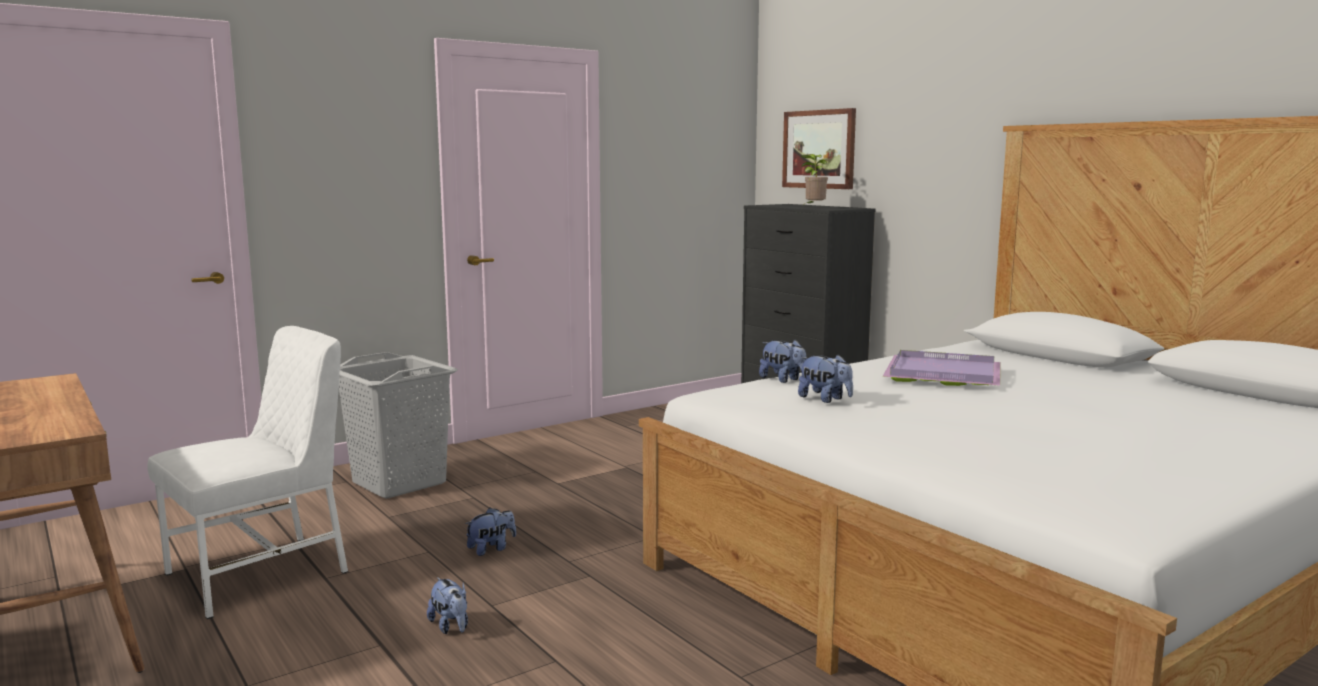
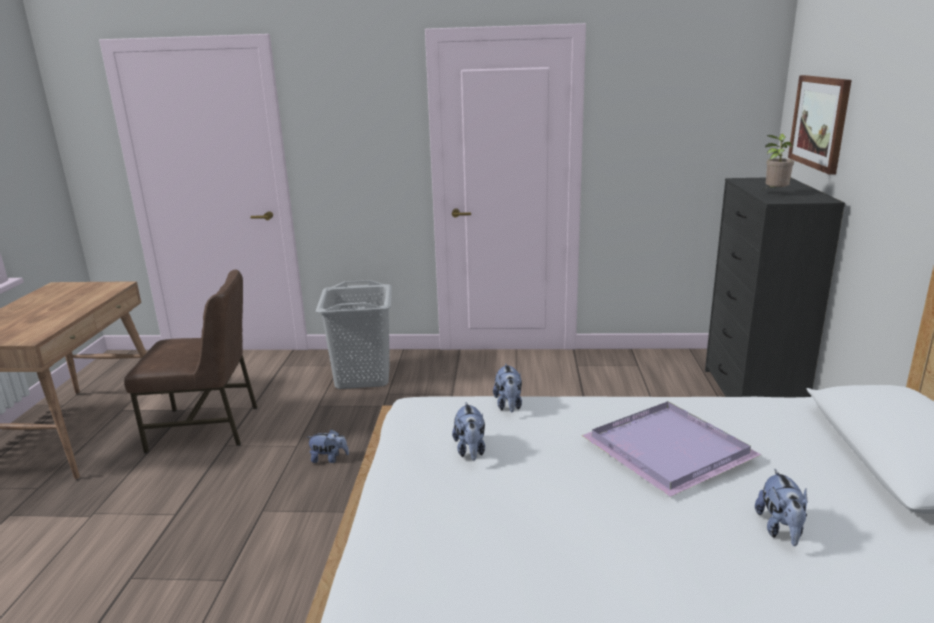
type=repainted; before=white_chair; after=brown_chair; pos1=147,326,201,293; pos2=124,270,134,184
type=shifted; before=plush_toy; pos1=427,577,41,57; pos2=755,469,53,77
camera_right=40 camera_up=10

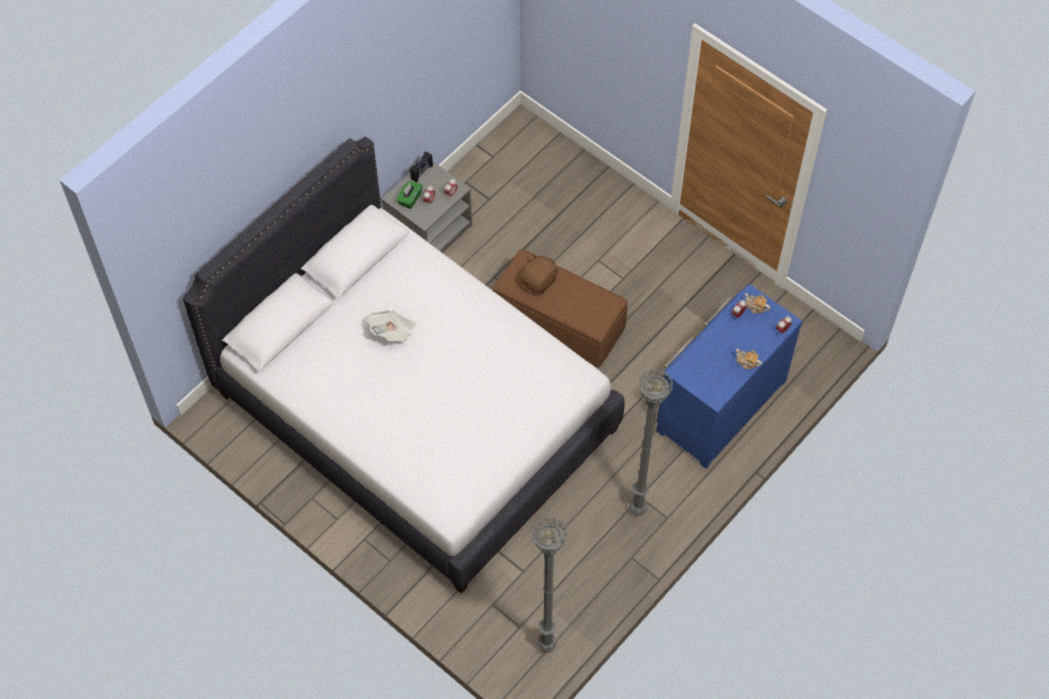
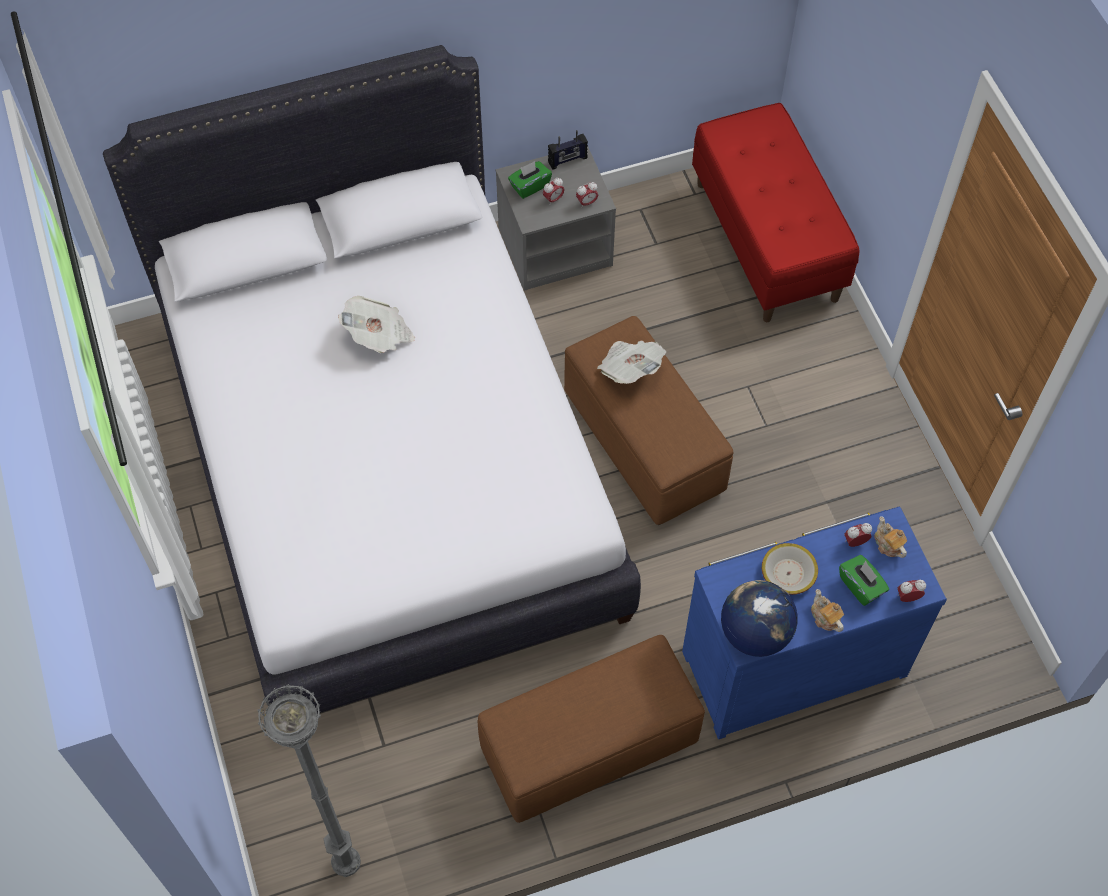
type=swapped; before=grey_floor_lamp; after=brown_ottoman; pos1=629,369,44,147; pos2=478,635,227,188
type=swapped; before=brown_plush_toy; after=newspaper; pos1=520,254,39,40; pos2=597,341,69,43
type=new; after=red_bench; pos2=692,103,167,219
type=new; after=globe; pos2=721,580,77,77
type=new; after=bowl; pos2=762,543,56,52
type=new; after=green_tissue_box; pos2=839,555,50,51
camera_right=30 camera_up=0

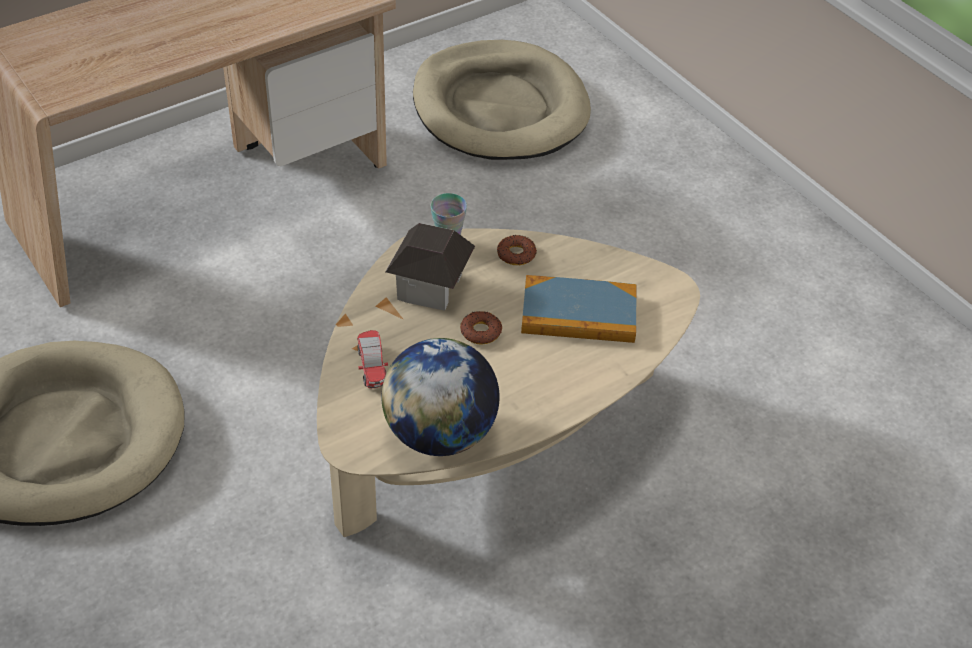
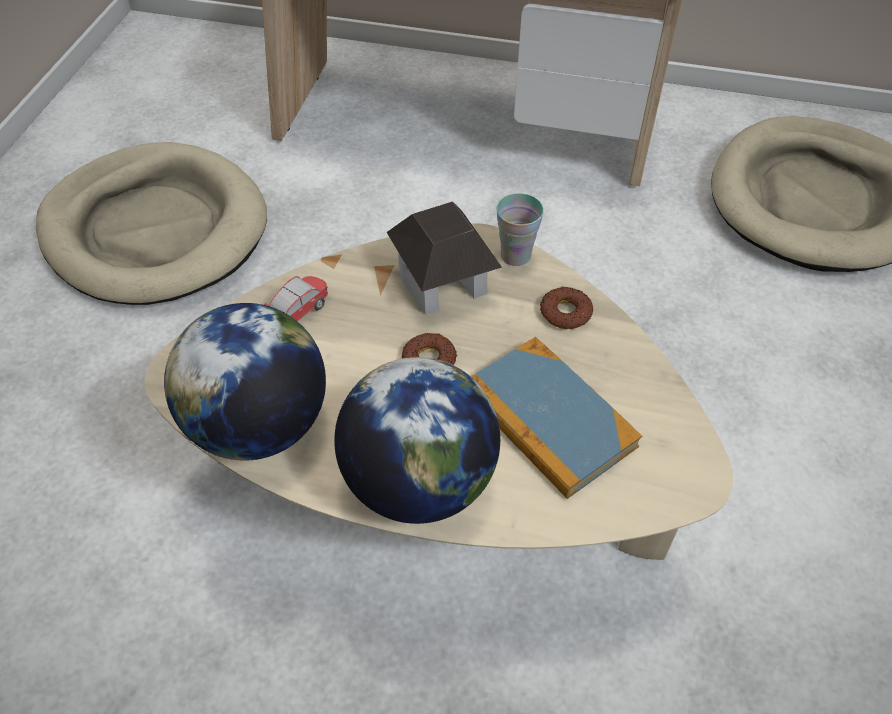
type=new; after=globe; pos2=334,357,166,167
camera_right=50 camera_up=5

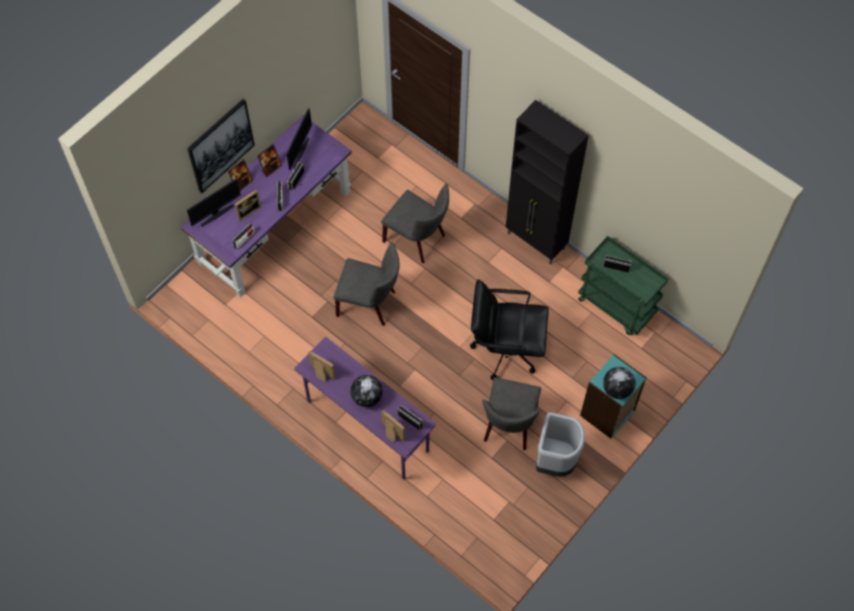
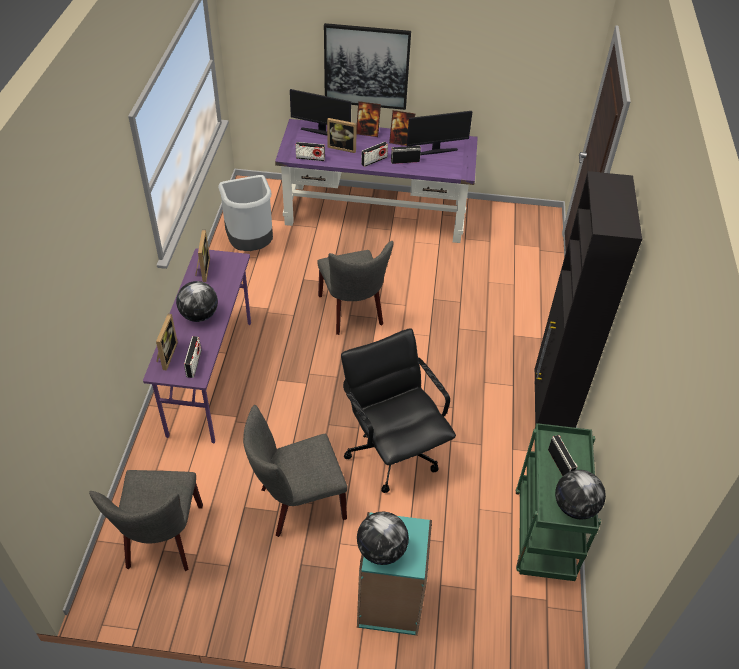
type=shifted; before=grey_chair; pos1=381,183,68,80; pos2=89,470,114,101
type=shifted; before=grey_trash_can; pos1=536,412,49,65; pos2=218,175,55,76
type=new; after=globe; pos2=555,470,51,49
camera_right=55 camera_up=-15

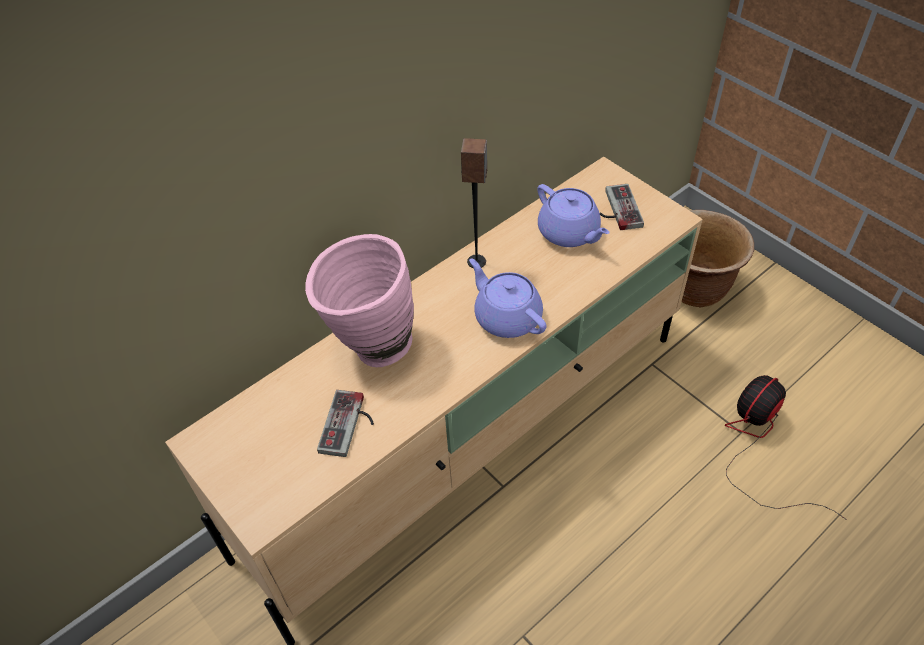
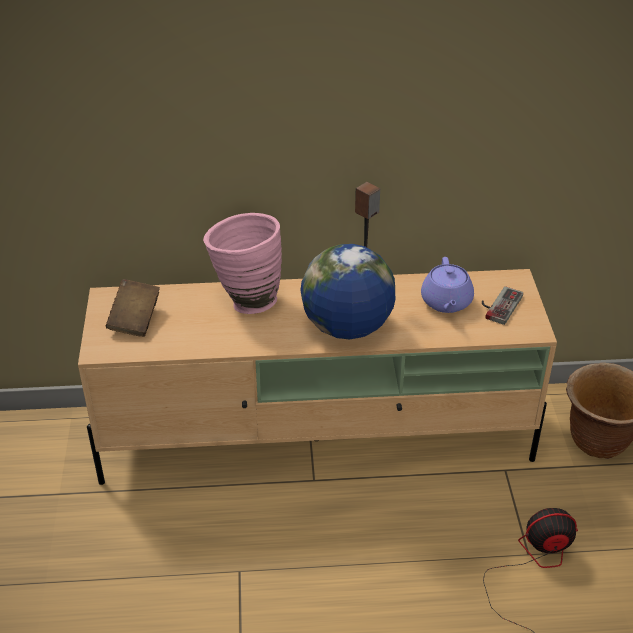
type=new; after=brown_book; pos2=106,279,54,58
type=swapped; before=purple_teapot; after=globe; pos1=469,258,77,80; pos2=300,244,95,95
type=gone; before=game_controller; pos1=317,390,57,67
camera_right=35 camera_up=-10

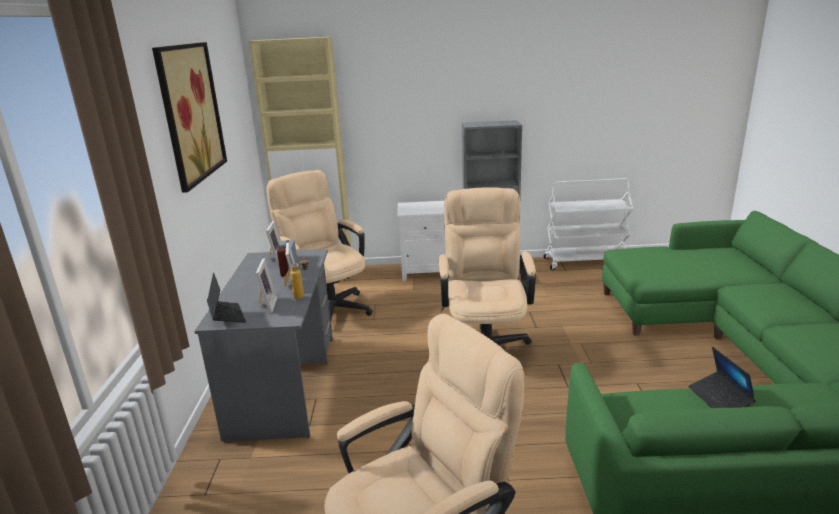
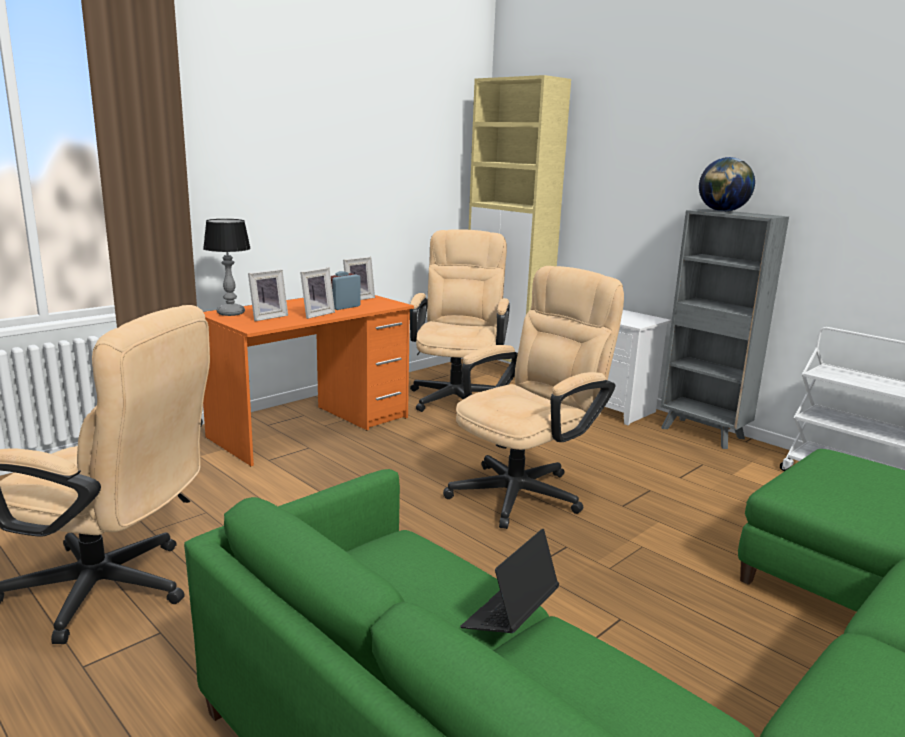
type=swapped; before=laptop; after=table_lamp; pos1=207,272,39,51; pos2=203,219,48,97
type=repainted; before=grey_desk; after=orange_desk; pos1=195,249,138,193; pos2=203,295,211,172
type=new; after=globe; pos2=699,157,56,55
type=gone; before=picture; pos1=152,42,75,151
type=gone; before=bottle; pos1=290,257,19,42
camera_right=45 camera_up=-5

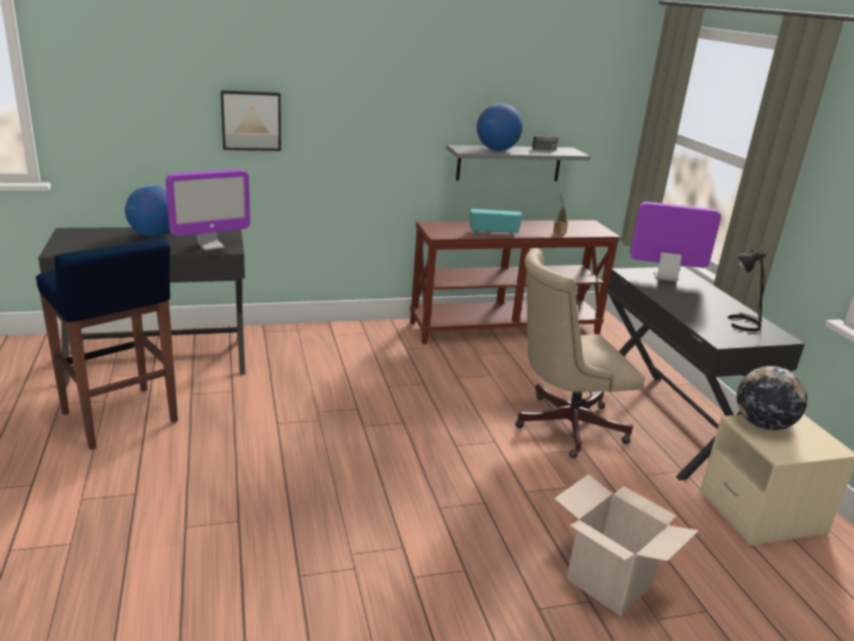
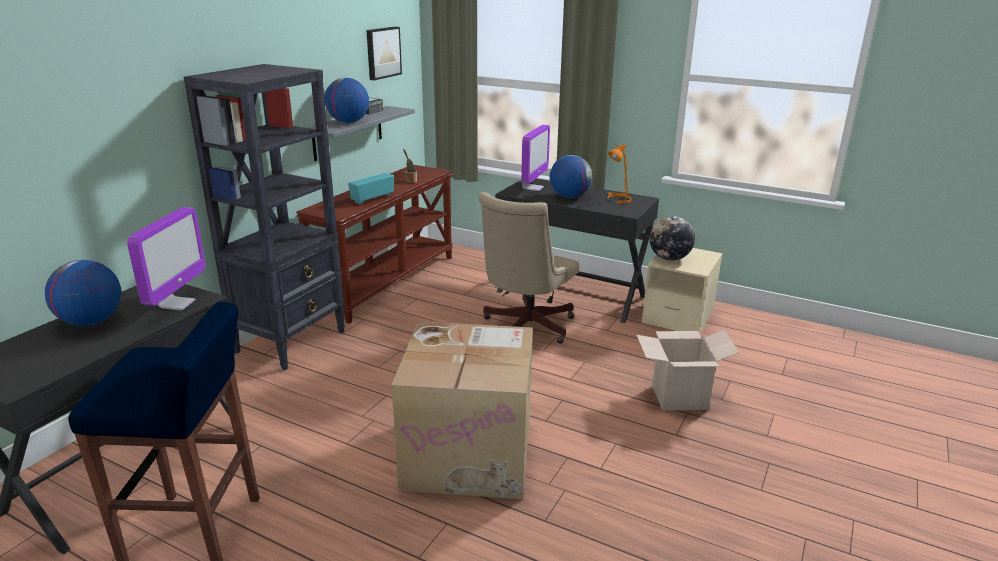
type=new; after=black_bookcase; pos2=184,64,161,306
type=shifted; before=picture; pos1=221,90,60,61; pos2=366,27,36,53
type=new; after=cardboard_box; pos2=391,321,142,178
type=rotated; before=monitor; pos1=630,202,91,80; pos2=521,125,29,66; turn=150
type=new; after=globe; pos2=550,155,42,43
type=repainted; before=black_table_lamp; after=orange_table_lamp; pos1=728,249,38,83; pos2=607,144,24,60
camera_right=-45 camera_up=0

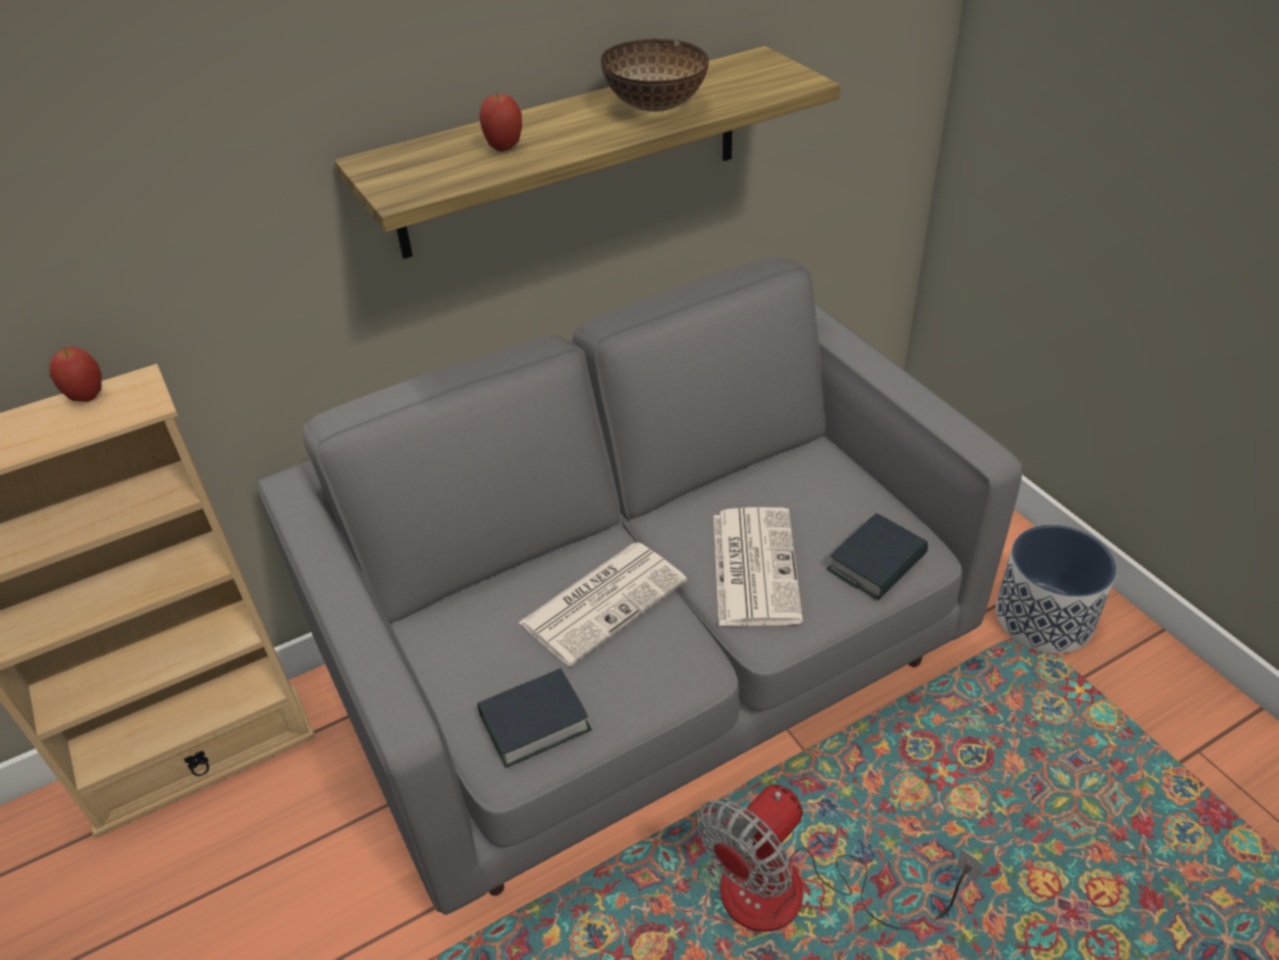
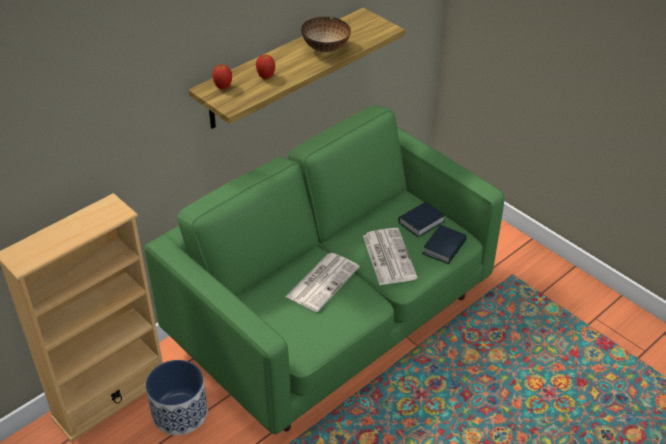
type=repainted; before=grey_sofa; after=green_sofa; pos1=255,258,767,657; pos2=144,105,360,329
type=shifted; before=planter; pos1=996,525,120,128; pos2=146,360,62,75
type=shifted; before=apple; pos1=50,347,52,55; pos2=212,65,20,24
type=shifted; before=book; pos1=477,668,115,99; pos2=398,202,47,35
type=gone; before=fan; pos1=697,784,286,148
camera_right=-15 camera_up=0

